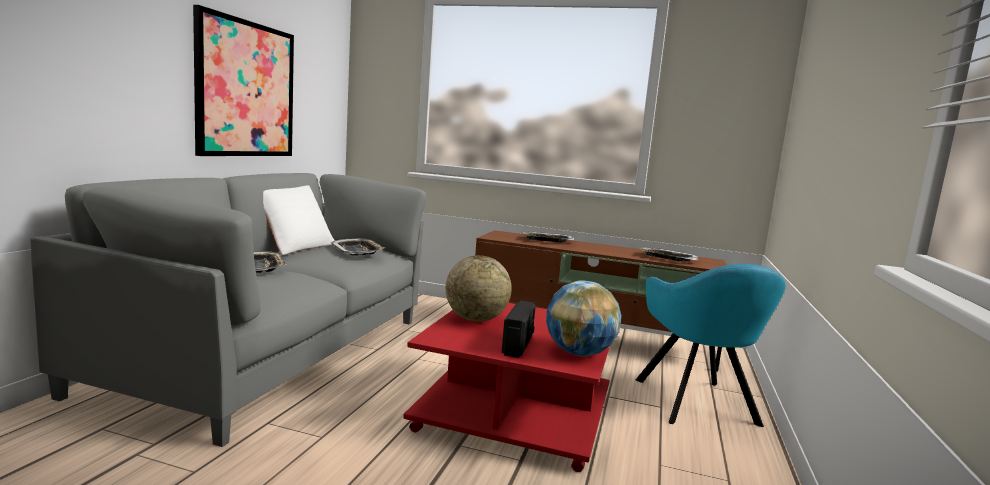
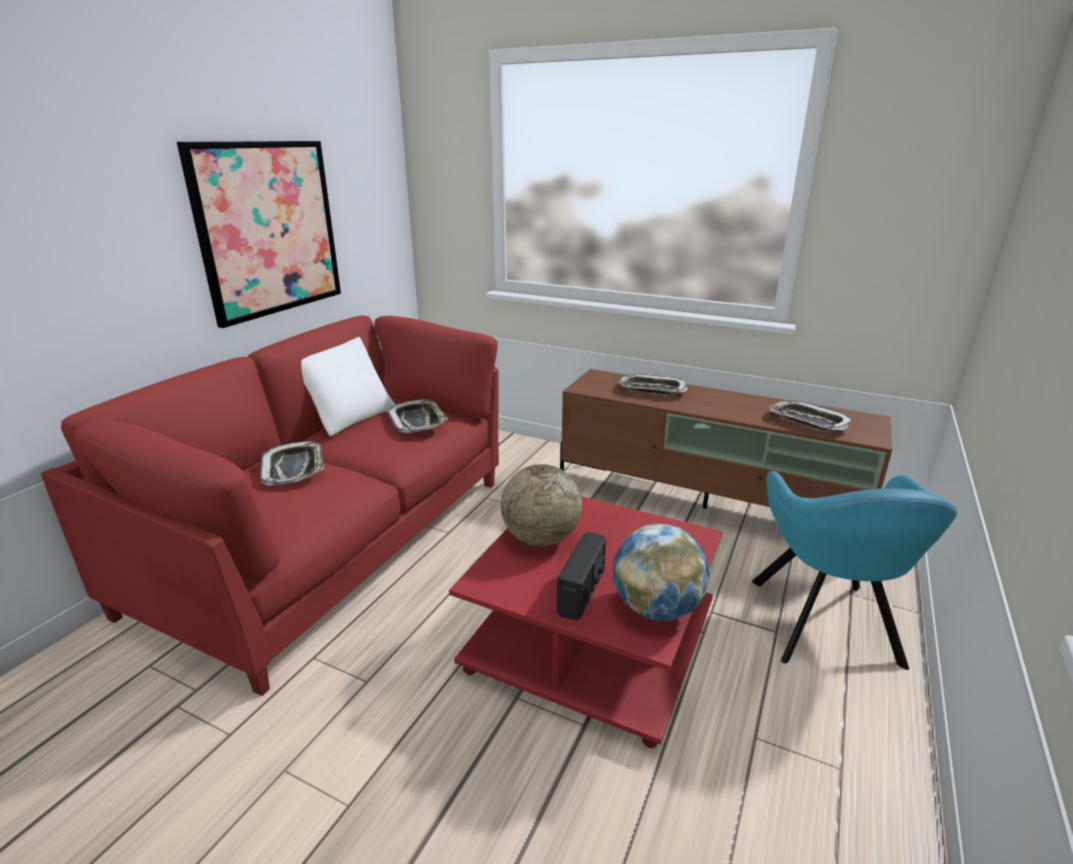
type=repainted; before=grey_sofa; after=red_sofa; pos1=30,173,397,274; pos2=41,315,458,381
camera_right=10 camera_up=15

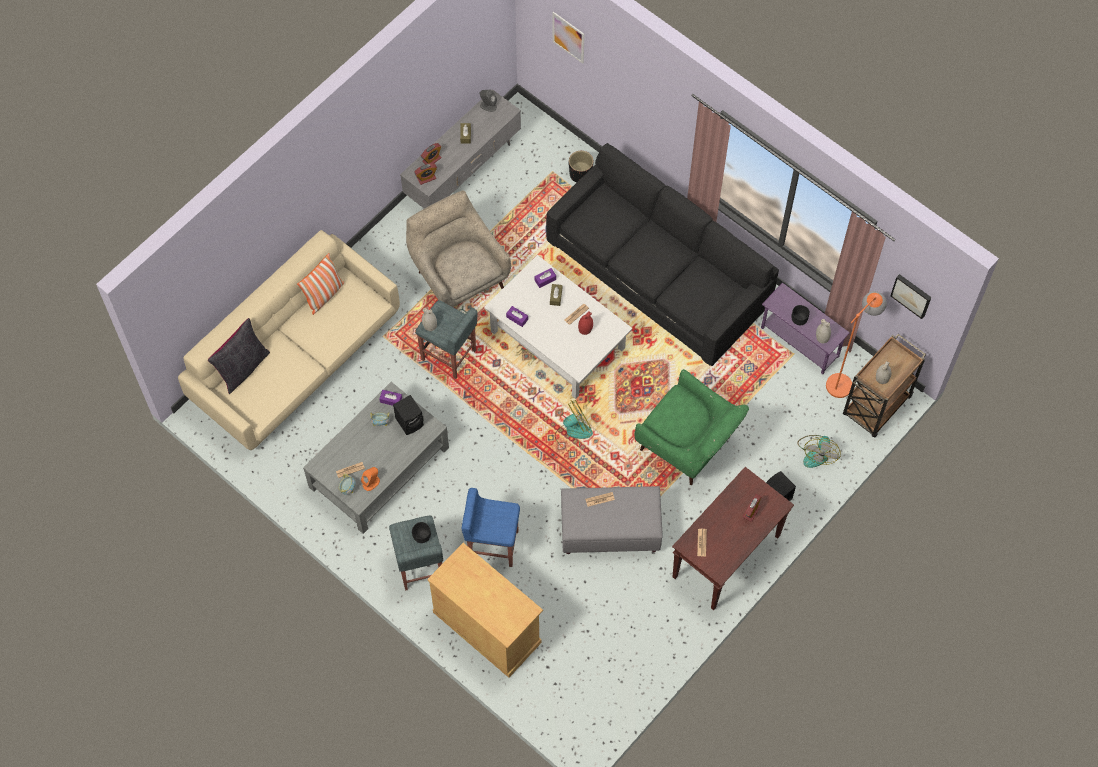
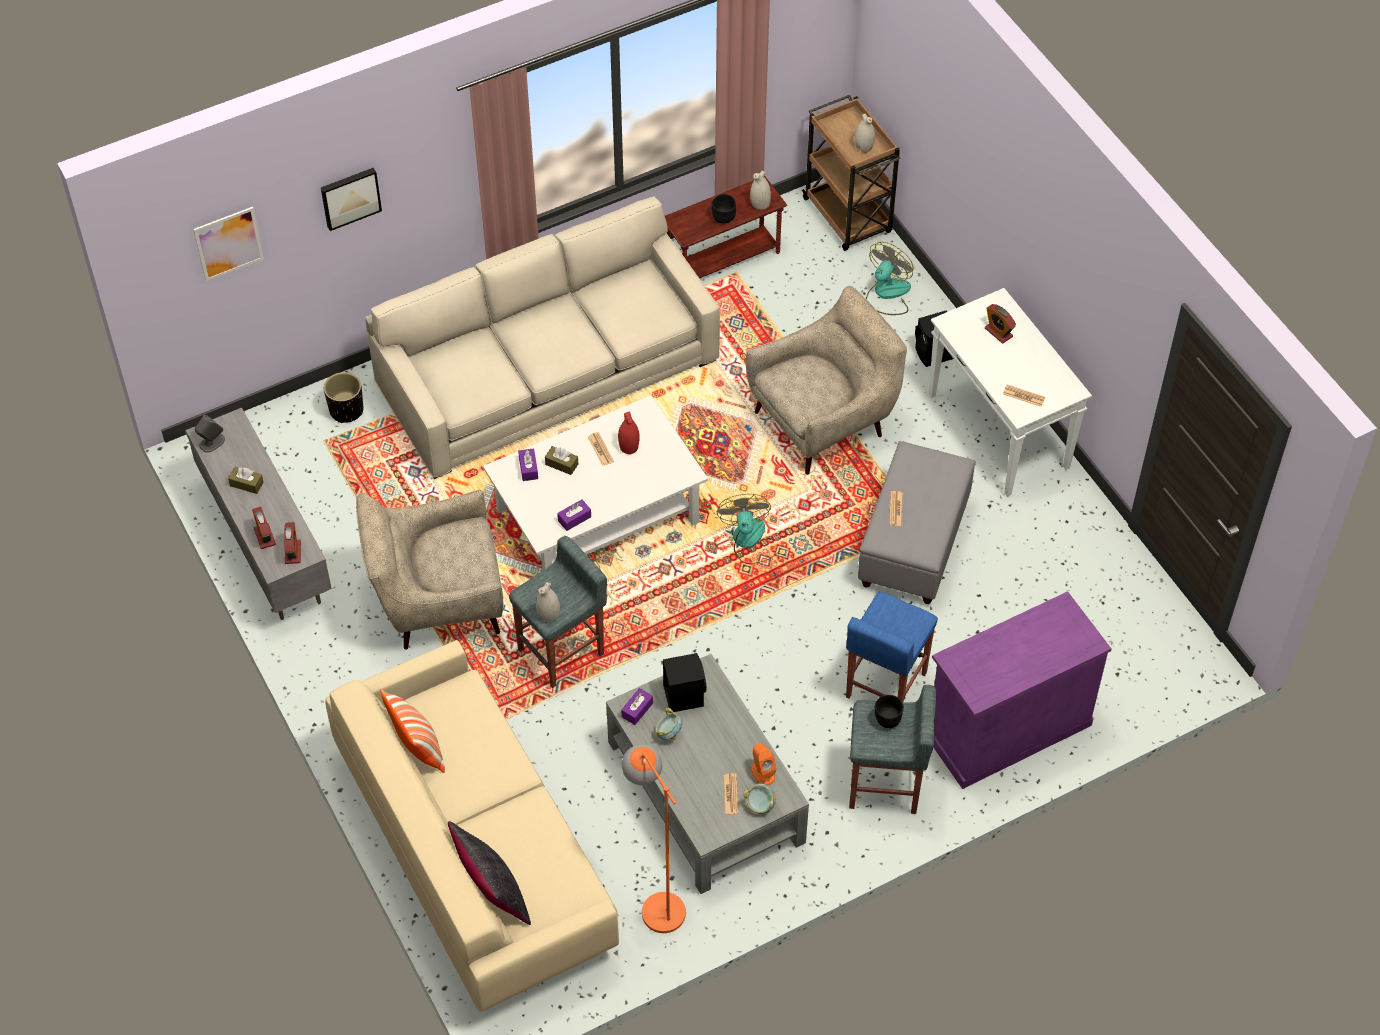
type=shifted; before=picture; pos1=890,274,42,45; pos2=321,168,61,63
type=repainted; before=black_sofa; after=beige_sofa; pos1=546,143,233,223; pos2=365,196,355,283
type=shifted; before=orange_floor_lamp; pos1=826,291,61,107; pos2=622,744,64,189
type=repainted; before=purple_side_table; after=brown_side_table; pos1=761,283,89,91; pos2=665,176,122,103
type=repainted; before=green_armchair; after=beige_armchair; pos1=635,369,114,116; pos2=746,286,161,189
type=rotated; before=fan; pos1=798,435,43,33; pos2=866,242,48,73; turn=-90
type=repainted; before=brown_console_table; after=white_console_table; pos1=672,467,122,144; pos2=929,288,163,209
type=repainted; before=beige_cabinet; after=purple_cabinet; pos1=427,543,116,135; pos2=932,591,179,198
camera_right=-70 camera_up=-10

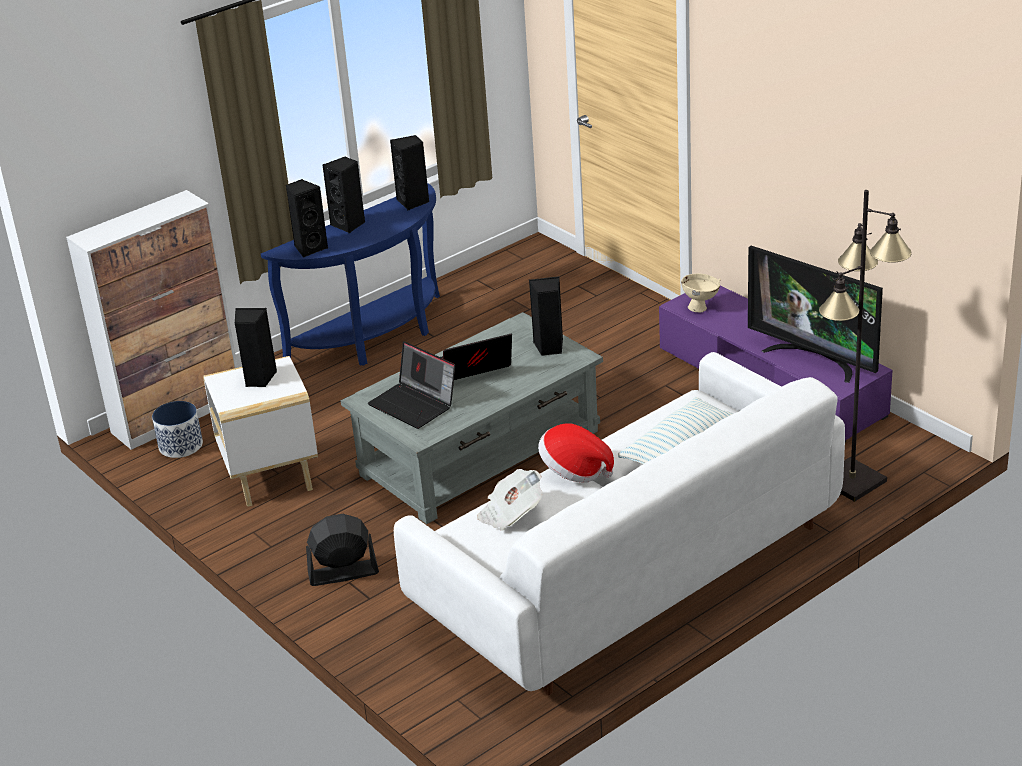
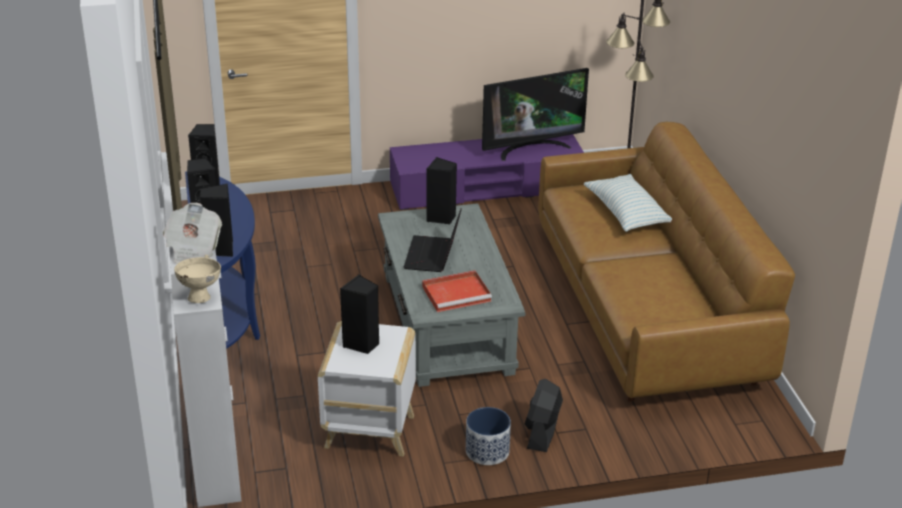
type=shifted; before=newspaper; pos1=477,469,66,62; pos2=163,203,59,61
type=shifted; before=beige_bowl; pos1=681,274,40,38; pos2=174,255,47,48
type=swapped; before=laptop; after=red_tray; pos1=368,341,88,88; pos2=422,270,70,42
type=shifted; before=planter; pos1=152,401,51,57; pos2=466,407,45,58
type=repainted; before=white_sofa; after=brown_sofa; pos1=394,352,451,343; pos2=538,122,257,280
type=gone; before=hat; pos1=538,423,76,59
camera_right=-65 camera_up=0

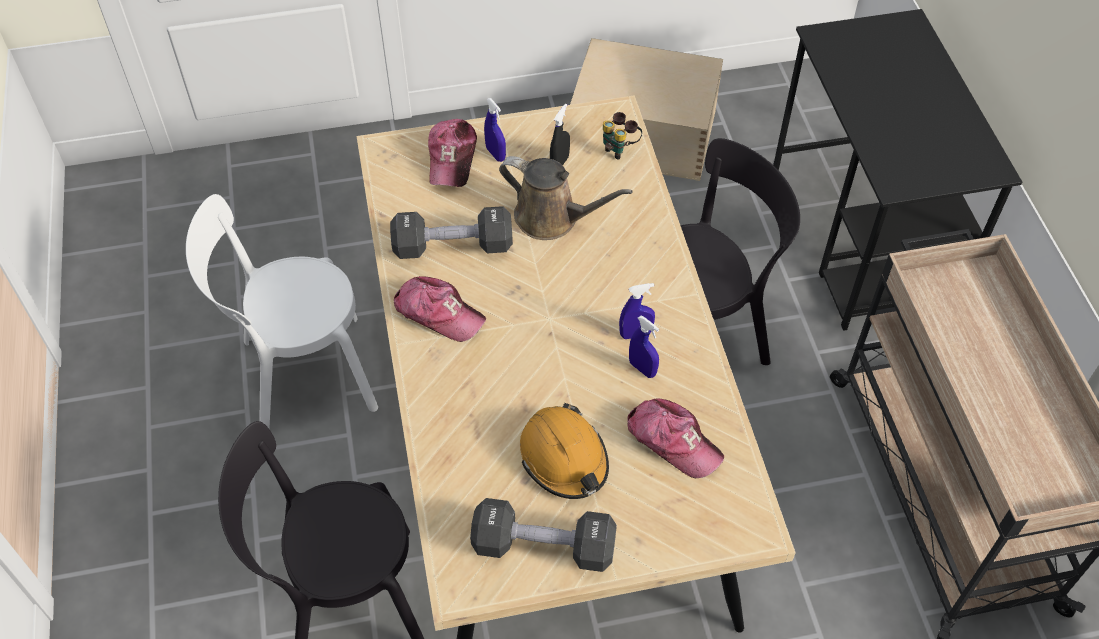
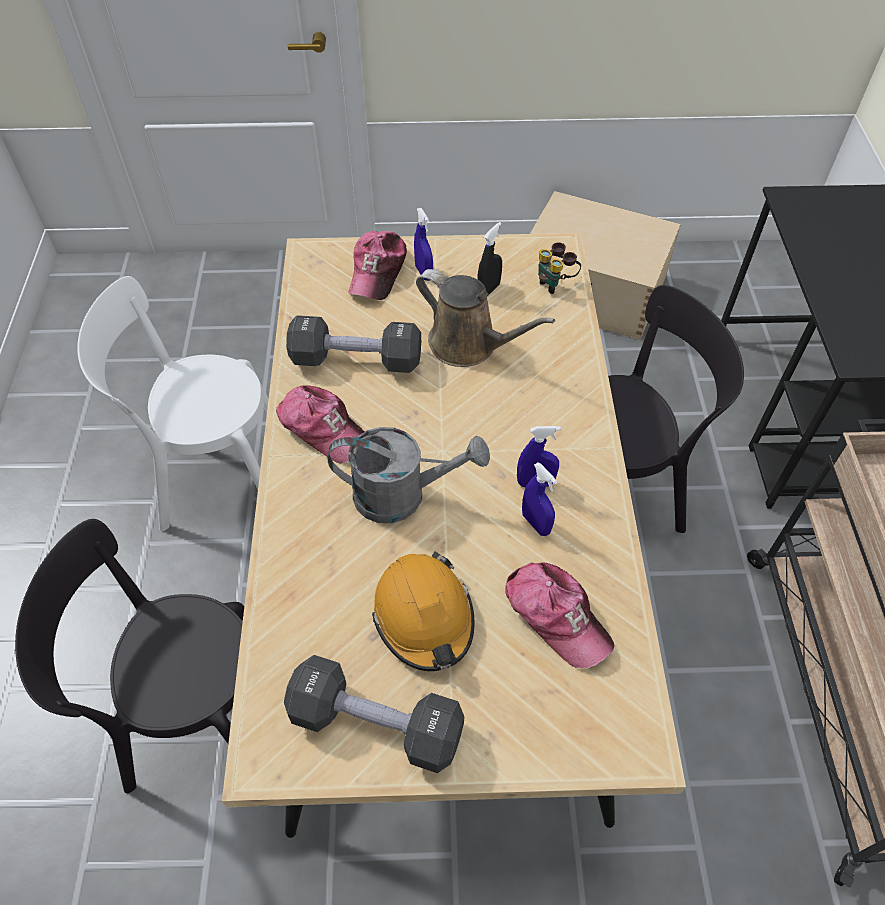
type=new; after=grey_watering_can; pos2=328,427,162,96
camera_right=10 camera_up=0

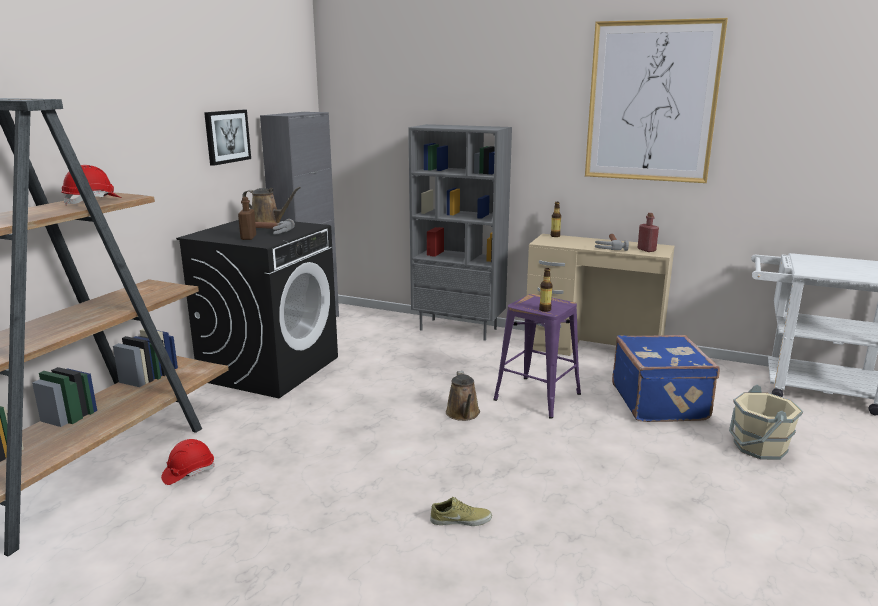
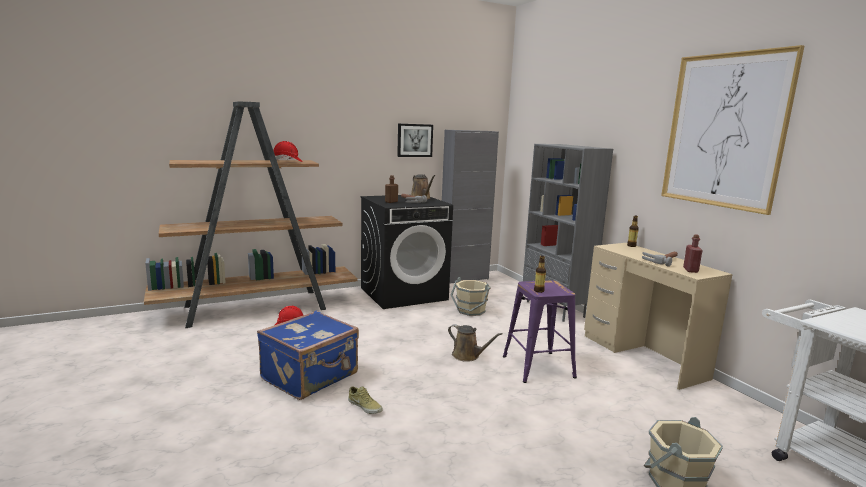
type=shifted; before=blue_suitcase; pos1=612,335,108,87; pos2=257,310,102,90
type=rotated; before=brown_watering_can; pos1=446,371,34,50; pos2=448,324,55,38; turn=-90
type=new; after=beige_bucket; pos2=451,277,40,39
camera_right=40 camera_up=-5

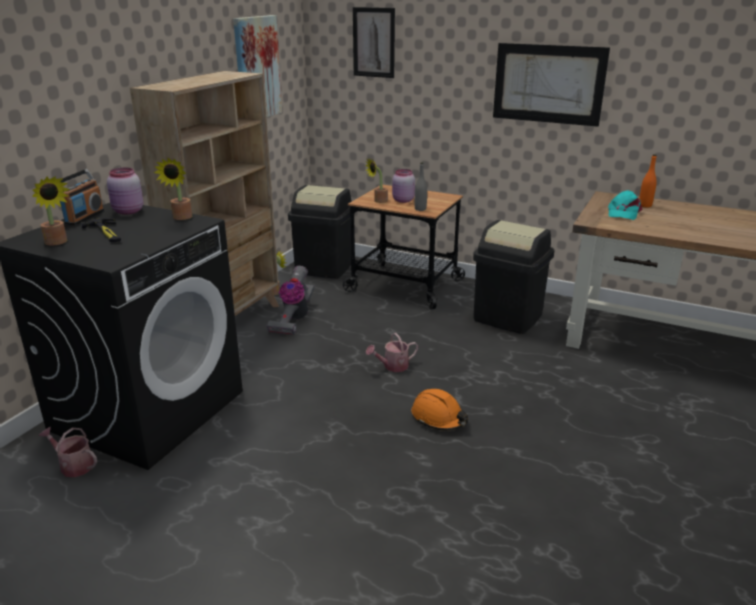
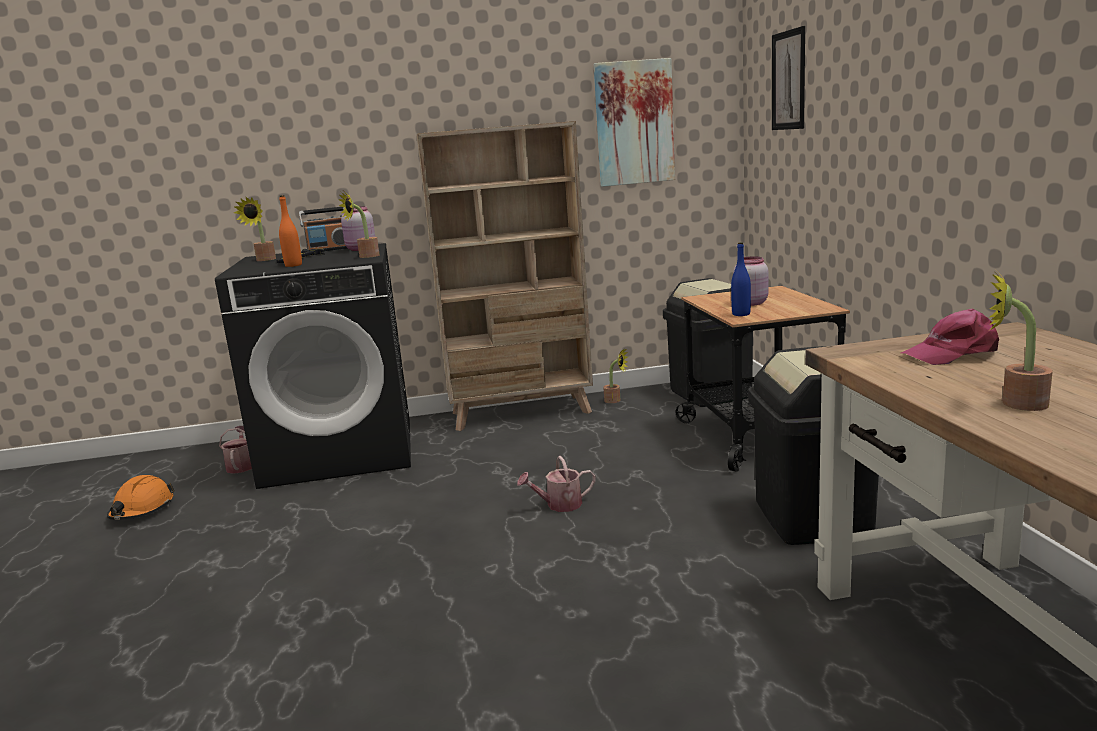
type=shifted; before=orange_hard_hat; pos1=411,389,57,41; pos2=107,475,68,45
type=shifted; before=orange_bottle; pos1=639,154,18,53; pos2=279,195,23,72
type=rotated; before=watering_can; pos1=366,333,52,39; pos2=517,456,78,56; turn=-45
type=repainted; before=grey_bottle; after=blue_bottle; pos1=415,162,12,49; pos2=731,242,20,74
type=repainted; before=turquoise_cap; after=pink_cap; pos1=608,190,35,30; pos2=901,309,98,56
type=shifted; before=potted_plant; pos1=365,159,23,44; pos2=989,271,64,140
type=gone; before=vacuum_cleaner; pos1=266,266,49,69
type=gone; before=picture; pos1=493,43,117,84
camera_right=55 camera_up=-10

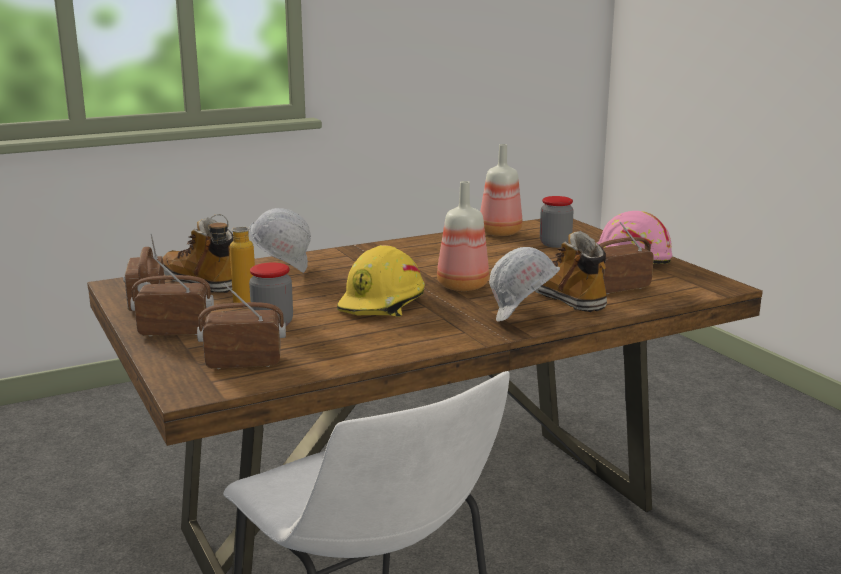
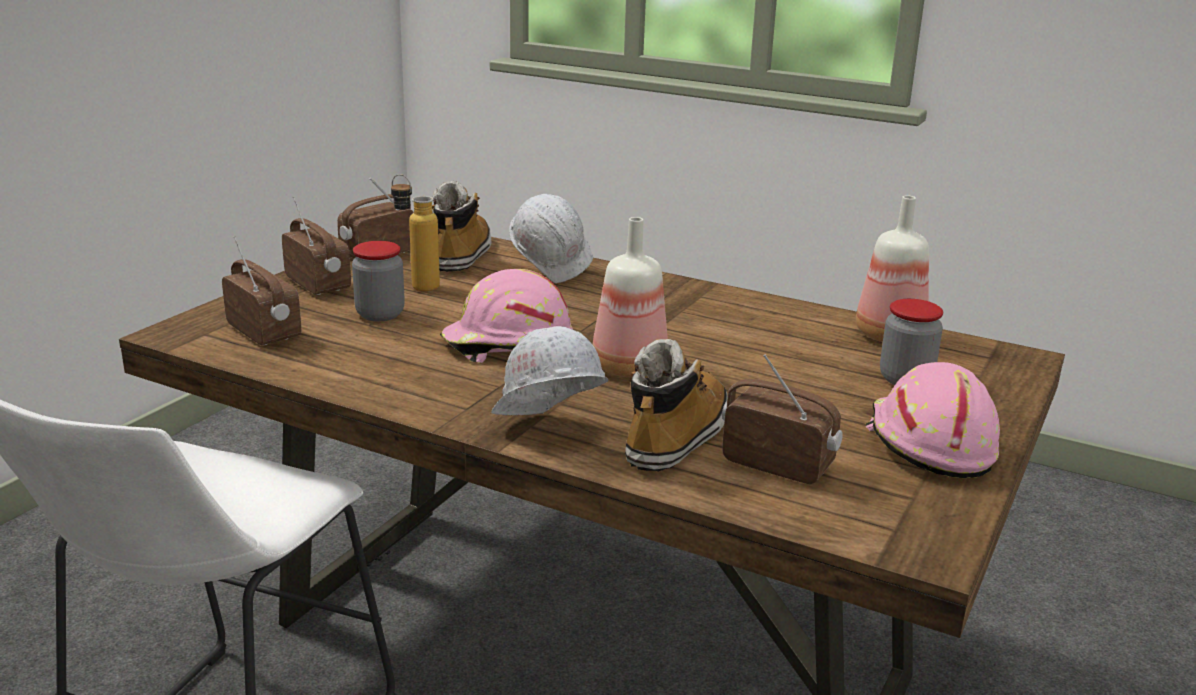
type=repainted; before=yellow_hard_hat; after=pink_hard_hat; pos1=337,245,88,72; pos2=440,269,133,94
camera_right=55 camera_up=5

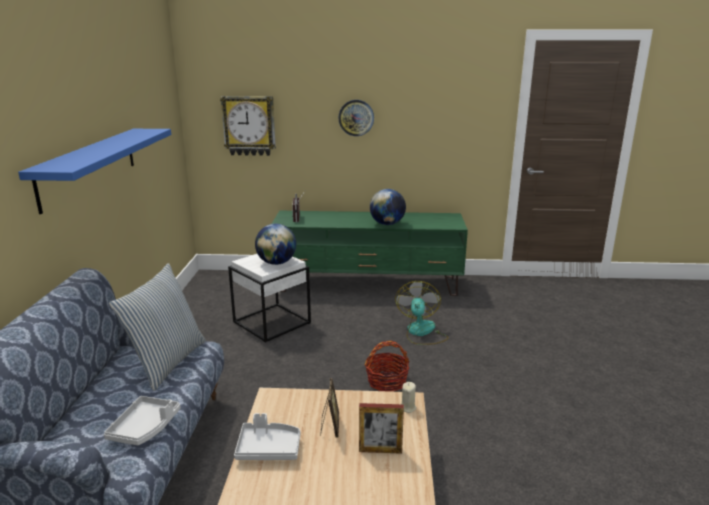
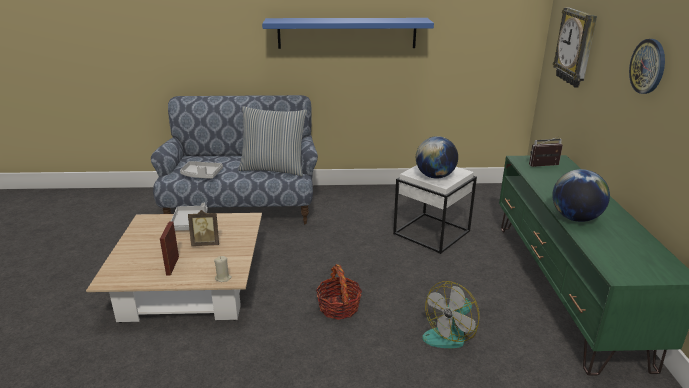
type=rotated; before=fan; pos1=395,281,54,64; pos2=422,281,58,67; turn=135
camera_right=85 camera_up=5

